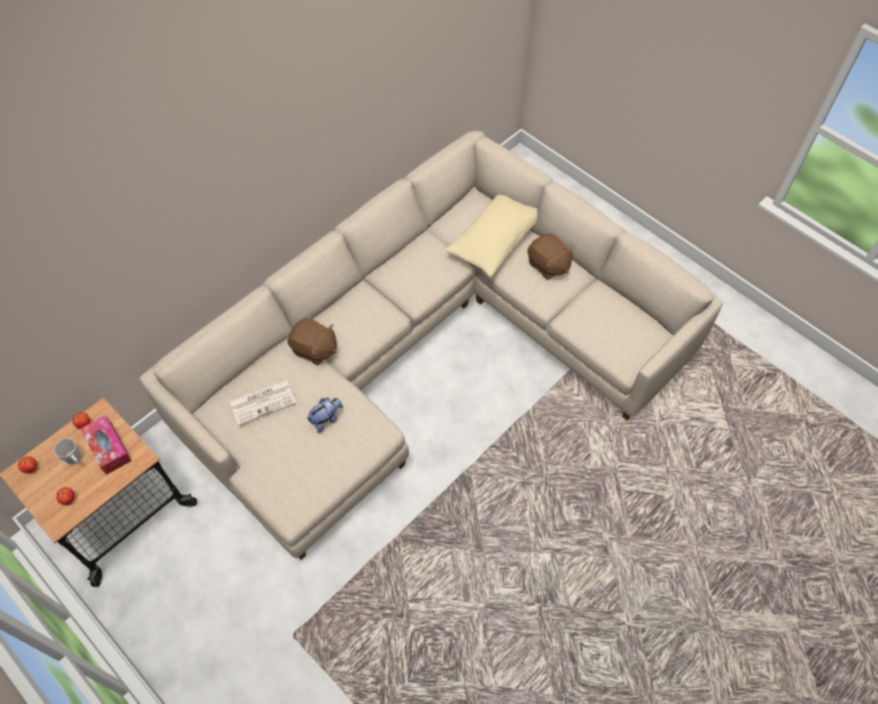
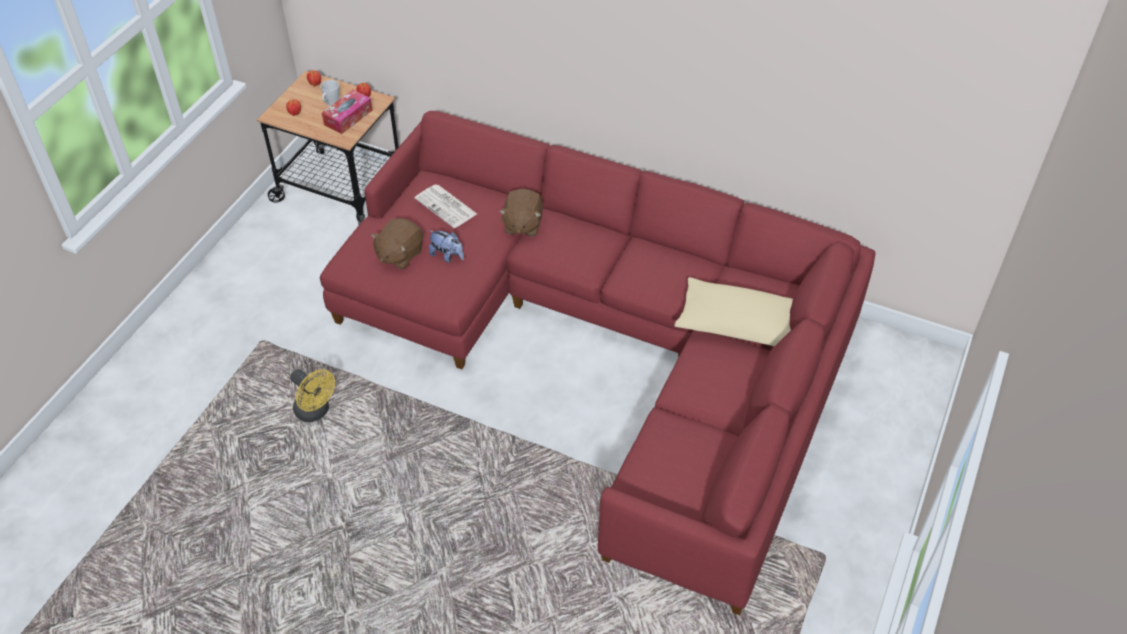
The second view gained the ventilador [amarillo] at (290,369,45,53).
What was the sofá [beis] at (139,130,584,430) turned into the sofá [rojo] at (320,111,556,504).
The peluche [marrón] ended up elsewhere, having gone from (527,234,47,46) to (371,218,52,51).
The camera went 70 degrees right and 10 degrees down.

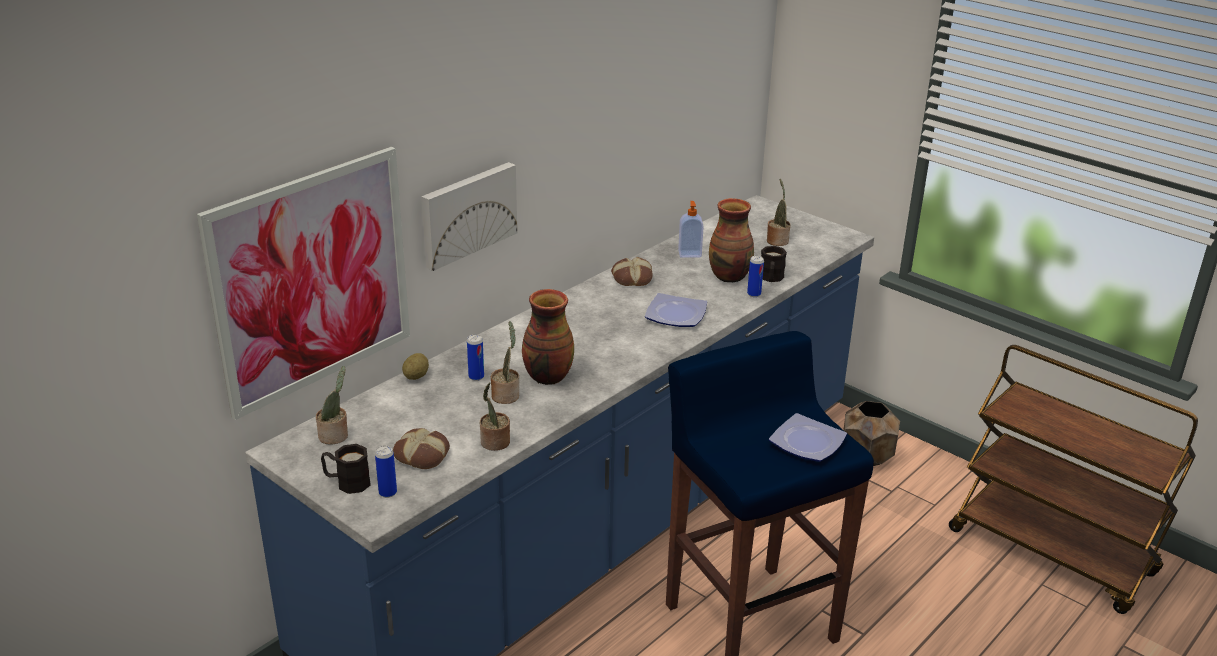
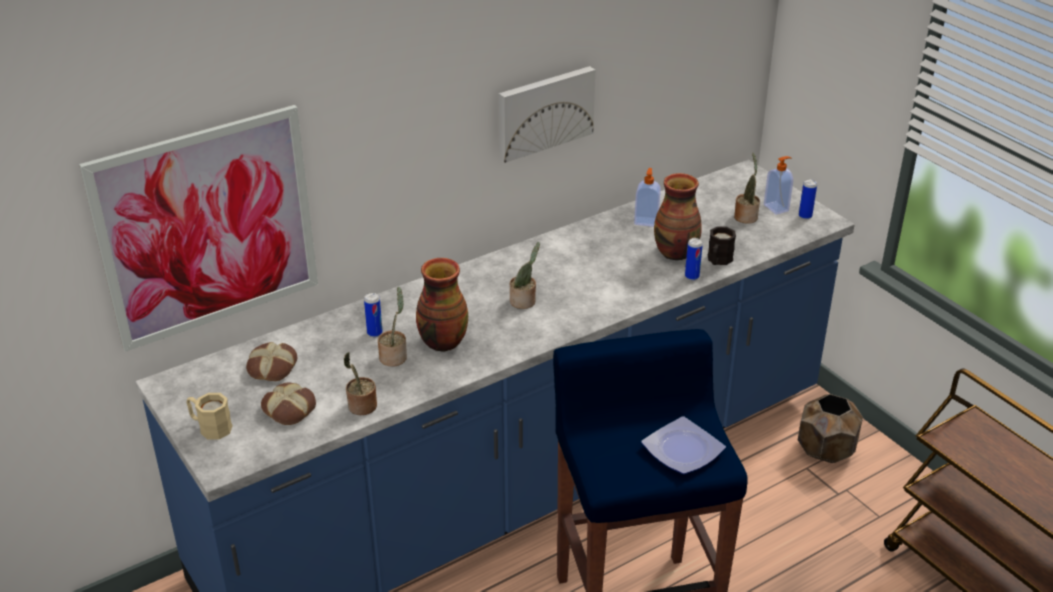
What was the taza grande [negro] at (321,444,50,50) turned into the taza grande [beis] at (186,393,47,47).
The pan ended up elsewhere, having gone from (611,257,42,29) to (246,342,51,39).
The cuadro ended up elsewhere, having gone from (421,162,96,109) to (499,66,96,97).
The planta en maceta ended up elsewhere, having gone from (316,366,32,78) to (510,242,30,67).
The second view gained the dispensador de jabón at (764,156,29,59).
The lata ended up elsewhere, having gone from (375,446,22,52) to (799,179,18,40).
The second view lost the patata at (402,353,27,27).
The second view lost the plato at (645,293,62,34).
The camera went 15 degrees right and 5 degrees up.

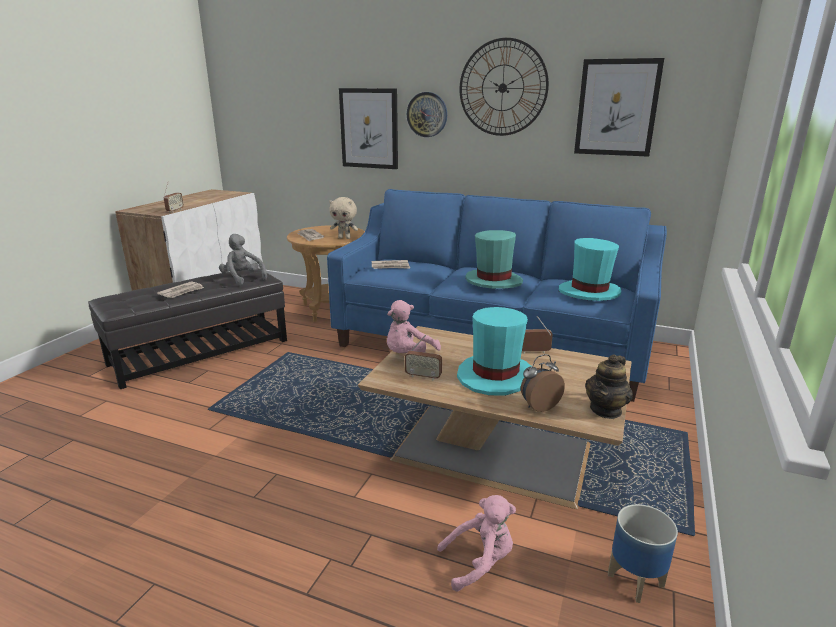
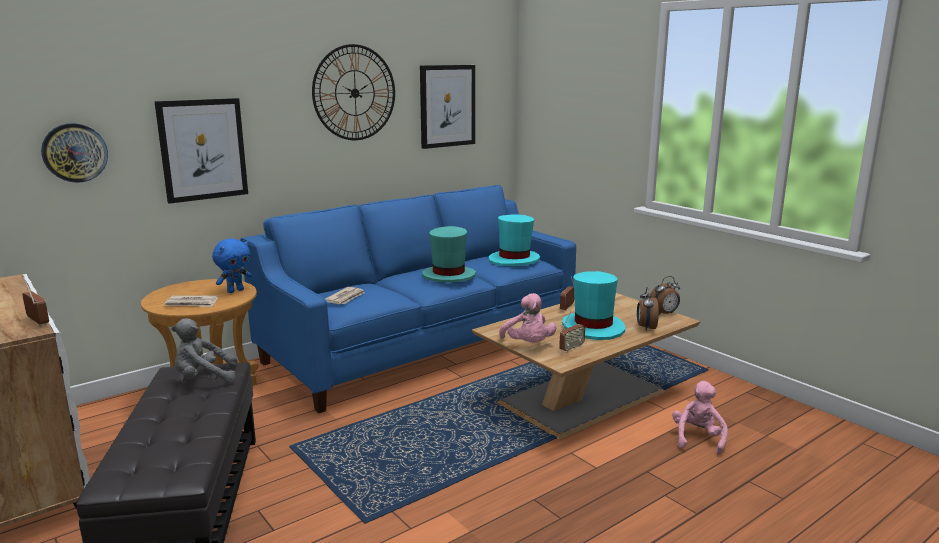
The reloj de pared ended up elsewhere, having gone from (407,92,40,45) to (41,123,67,60).
What was the peluche [beis] at (329,197,29,42) turned into the peluche [azul] at (212,239,40,54).
Where the tetera stood at (585,354,48,65), the despertador came to stand at (649,276,31,39).
The second view lost the periódico at (157,281,47,17).
The second view lost the maceta at (608,504,70,99).
The camera went 60 degrees left and 5 degrees down.

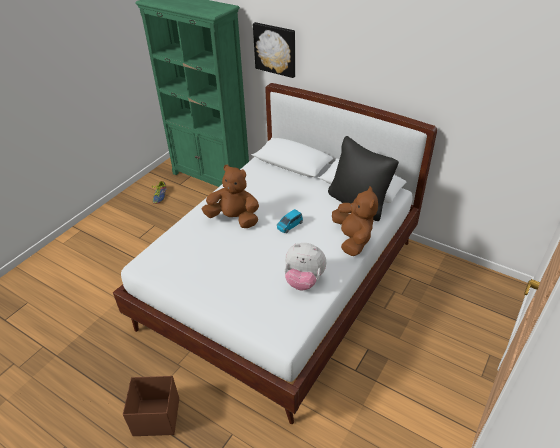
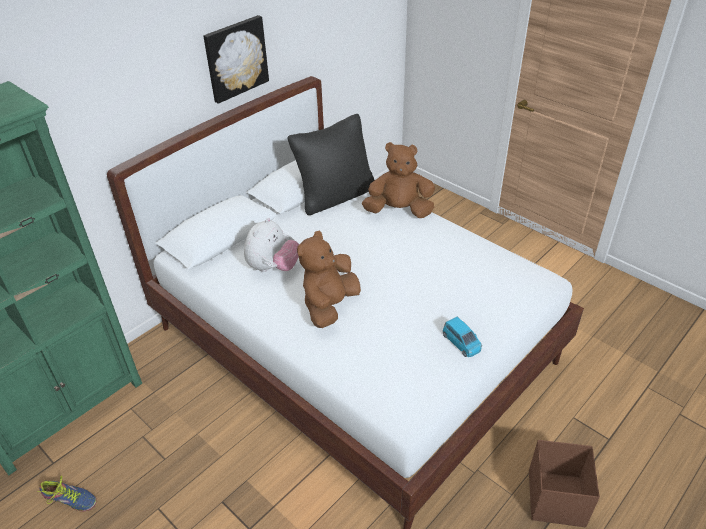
The cuadro ended up elsewhere, having gone from (253,22,42,56) to (203,15,66,89).
The peluche ended up elsewhere, having gone from (285,243,41,47) to (244,218,55,54).
The coche de juguete [azul] ended up elsewhere, having gone from (277,209,26,24) to (443,317,39,40).
The camera went 80 degrees left and 0 degrees up.

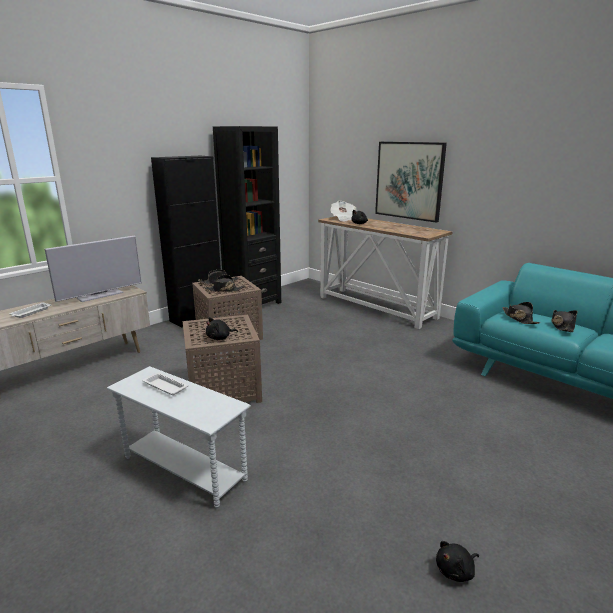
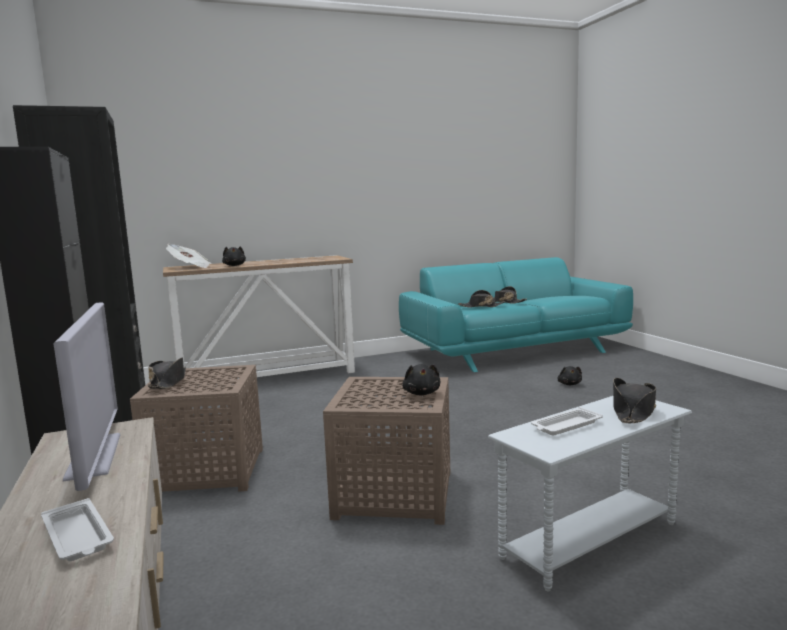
The peluche [negro] ended up elsewhere, having gone from (436,541,43,41) to (557,366,25,19).
The sombrero [negro] ended up elsewhere, having gone from (204,274,41,18) to (613,378,43,45).
The second view lost the cuadro at (375,142,72,81).
The camera went 65 degrees left and 10 degrees down.

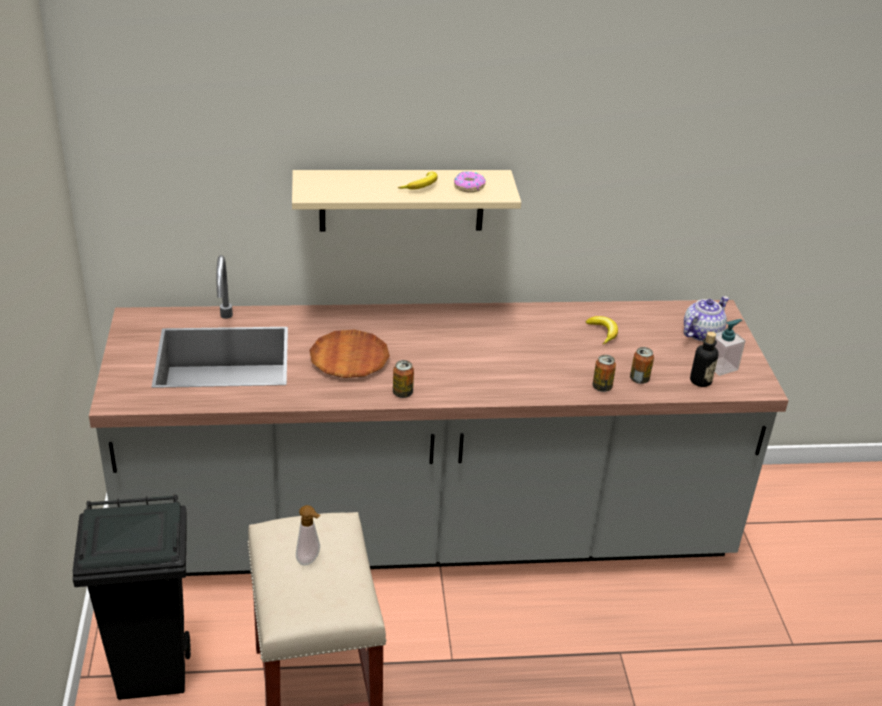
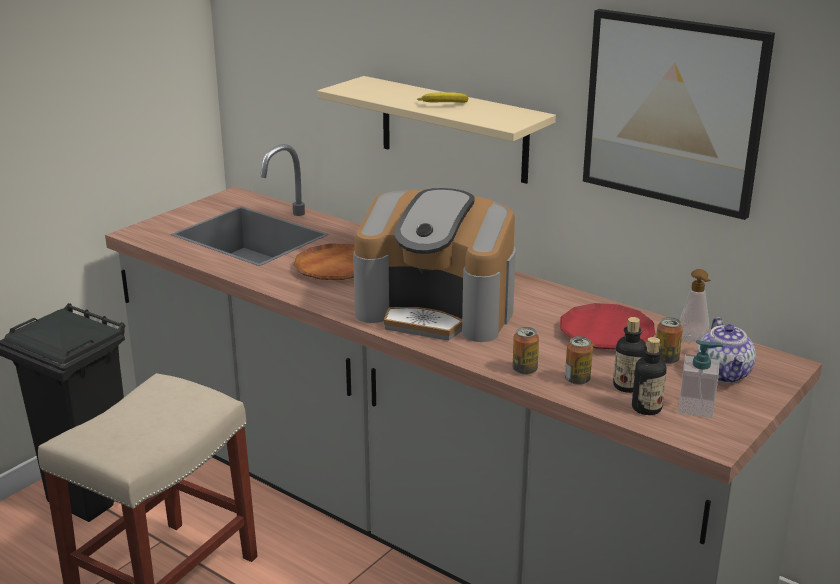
The second view gained the cafetera at (353,188,163,154).
Where the plátano stood at (586,316,32,29), the plato [rojo] came to stand at (560,303,95,47).
The second view gained the cuadro at (583,9,192,211).
The second view gained the botella at (613,317,33,76).
The lata ended up elsewhere, having gone from (393,360,21,38) to (656,317,27,47).
The dispensador de jabón ended up elsewhere, having gone from (296,505,25,61) to (680,269,31,73).
The tetera at (684,296,45,45) ended up facing another way, 90 degrees clockwise from before.
The second view lost the rosquilla at (454,171,32,22).
The camera went 45 degrees right and 10 degrees down.

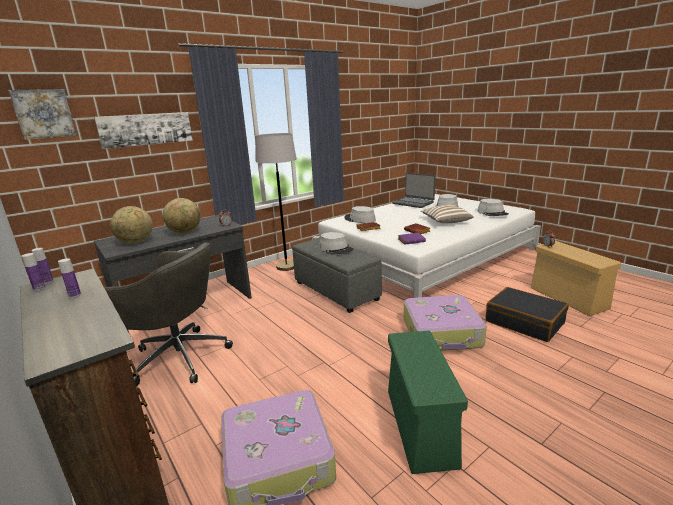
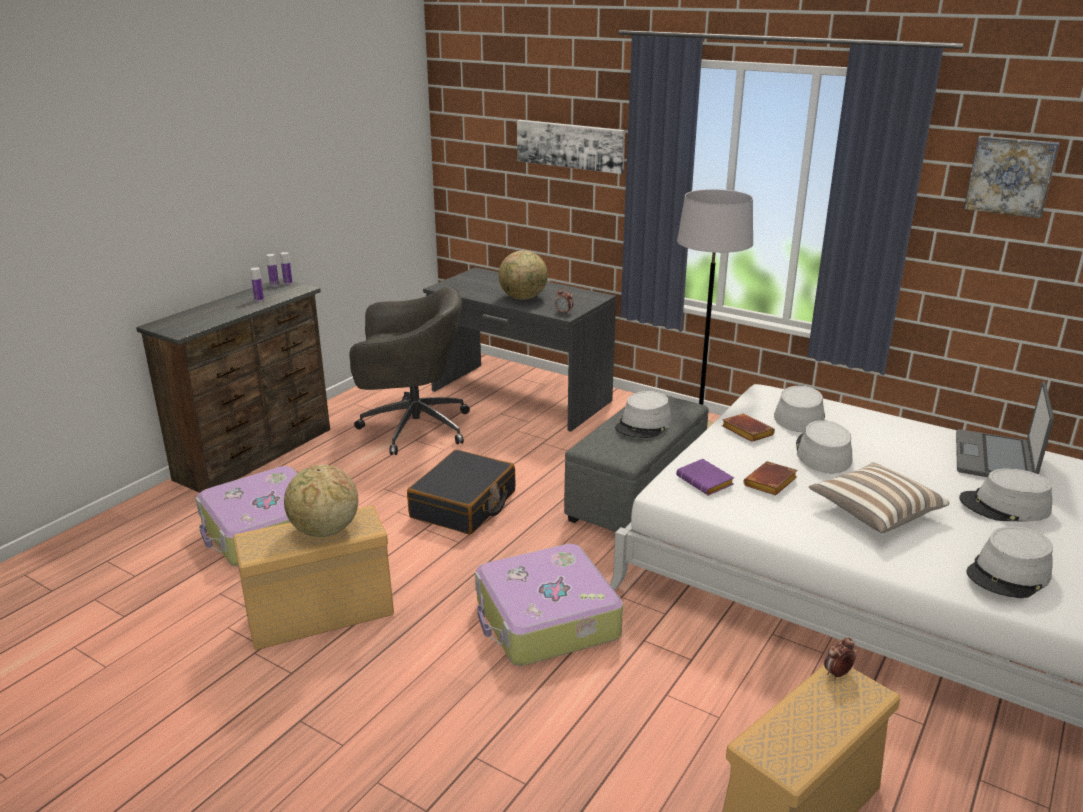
What was the caja de almacenaje [verde] at (388,331,80,143) turned into the caja de almacenaje [beis] at (233,505,161,145).
The globo terráqueo ended up elsewhere, having gone from (110,206,43,38) to (284,465,74,72).
The silla de oficina [gris] at (104,242,129,144) ended up facing another way, 90 degrees counterclockwise from before.
The maleta [negro] ended up elsewhere, having gone from (485,287,84,55) to (407,450,108,85).
The second view gained the sombrero [gris] at (796,420,56,53).
The cuadro ended up elsewhere, having gone from (8,89,69,51) to (964,136,96,82).
The camera went 70 degrees right and 5 degrees up.

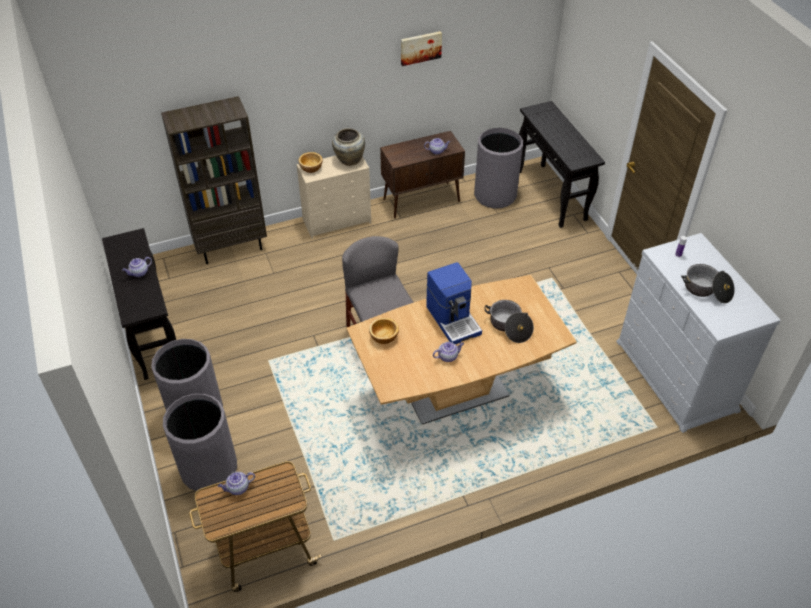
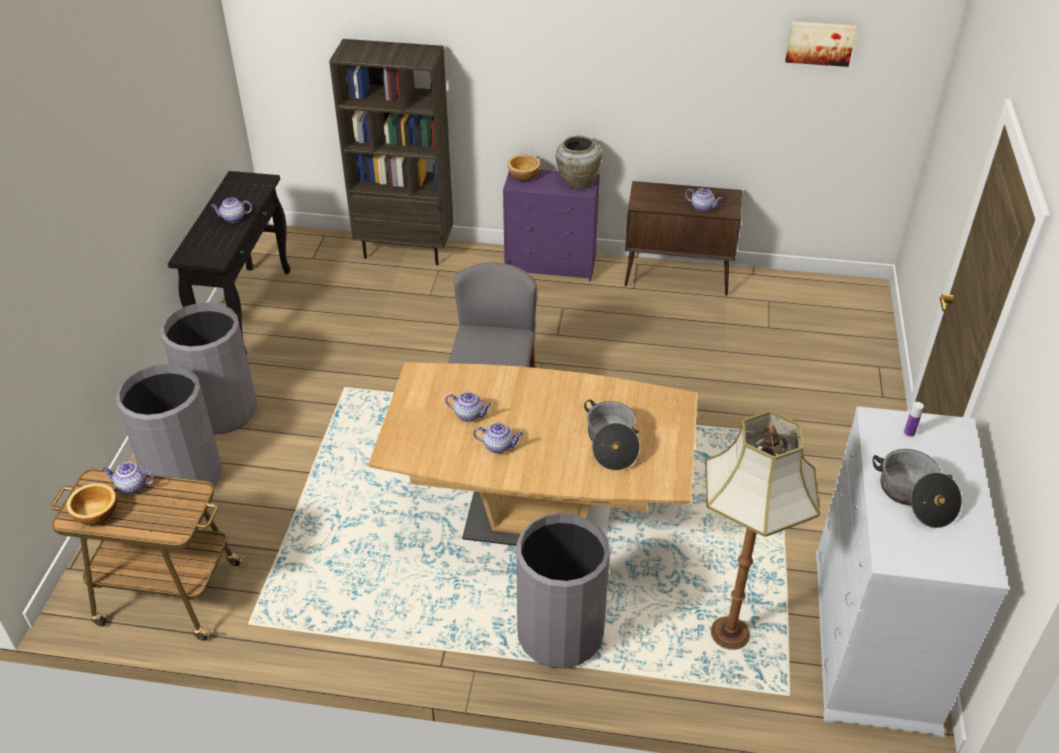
The cuenco ended up elsewhere, having gone from (369,318,30,26) to (66,483,51,43).
The second view gained the tetera at (445,392,47,30).
What was the cómoda [beis] at (297,156,74,83) turned into the cómoda [morado] at (503,169,97,112).
The papelera [gris] ended up elsewhere, having gone from (474,128,49,81) to (516,513,94,156).
The second view gained the lámpara de pie at (706,411,114,239).
The cuadro ended up elsewhere, having gone from (401,31,41,35) to (785,21,72,46).
The second view lost the cafetera at (426,262,56,82).
The second view lost the mesa consola [negro] at (519,101,86,127).
The camera went 30 degrees right and 5 degrees down.

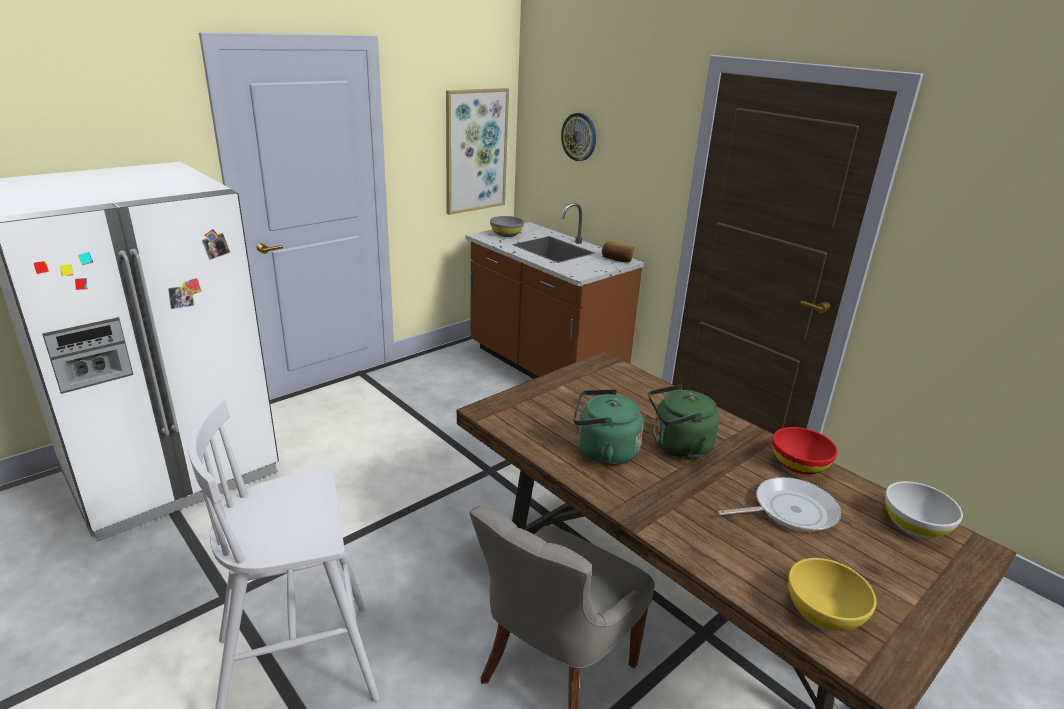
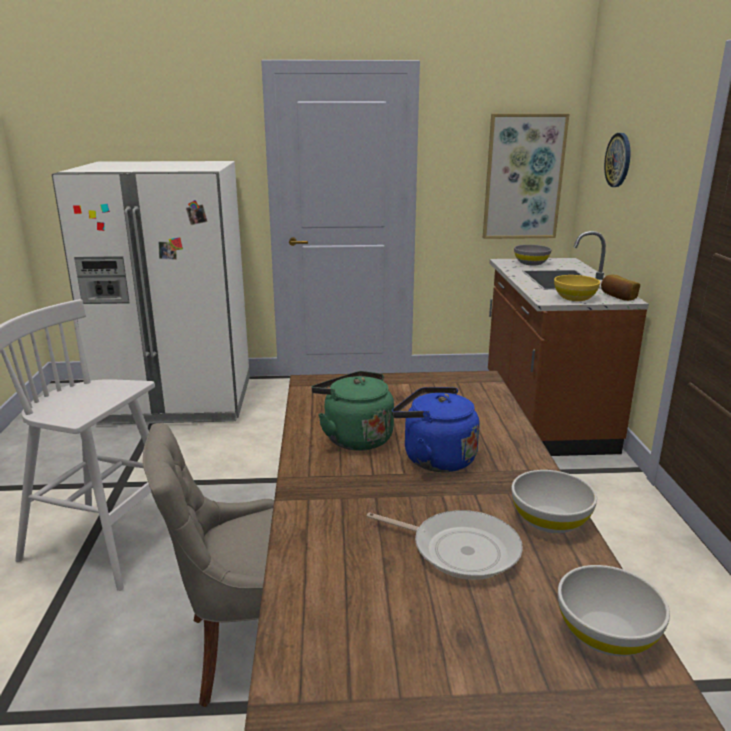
What was the hervidor [verde] at (648,384,72,75) turned into the hervidor [azul] at (392,387,88,85).
What was the cuenco [rojo] at (773,427,65,48) turned into the cuenco [blanco] at (512,470,85,63).
The cuenco [amarillo] ended up elsewhere, having gone from (788,558,89,73) to (554,275,46,26).
The camera went 40 degrees right and 5 degrees down.

